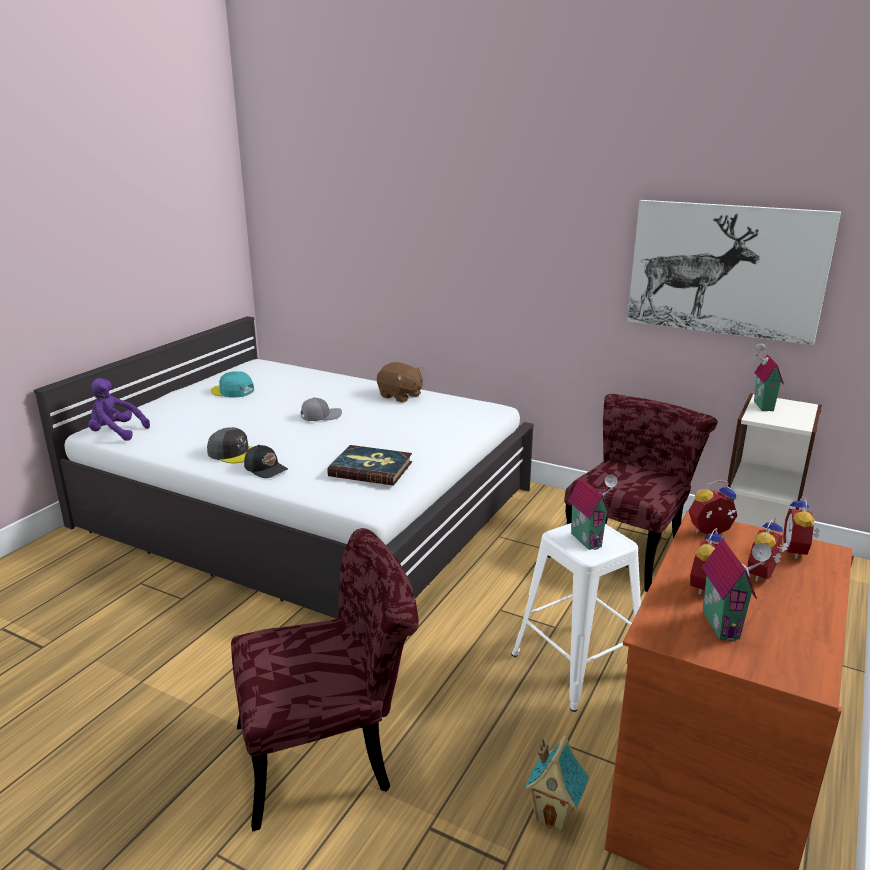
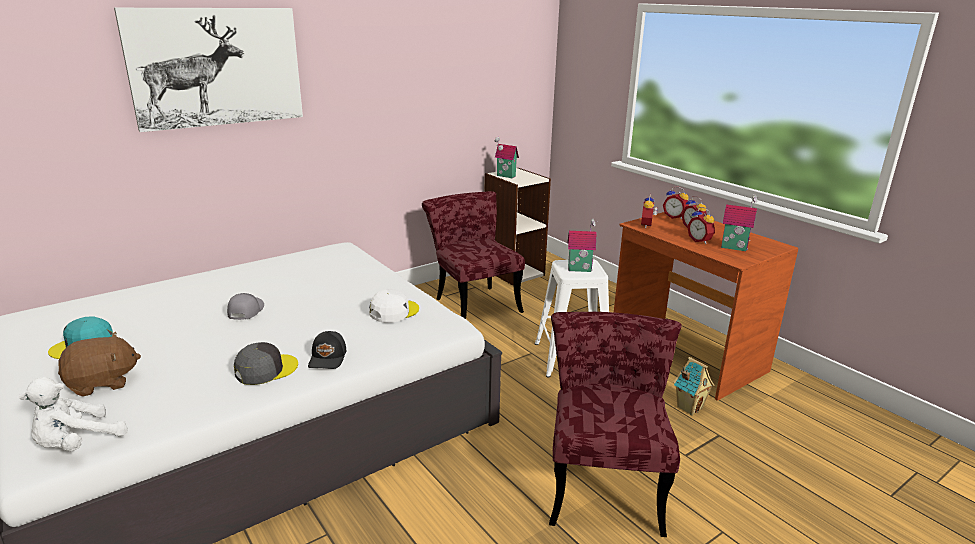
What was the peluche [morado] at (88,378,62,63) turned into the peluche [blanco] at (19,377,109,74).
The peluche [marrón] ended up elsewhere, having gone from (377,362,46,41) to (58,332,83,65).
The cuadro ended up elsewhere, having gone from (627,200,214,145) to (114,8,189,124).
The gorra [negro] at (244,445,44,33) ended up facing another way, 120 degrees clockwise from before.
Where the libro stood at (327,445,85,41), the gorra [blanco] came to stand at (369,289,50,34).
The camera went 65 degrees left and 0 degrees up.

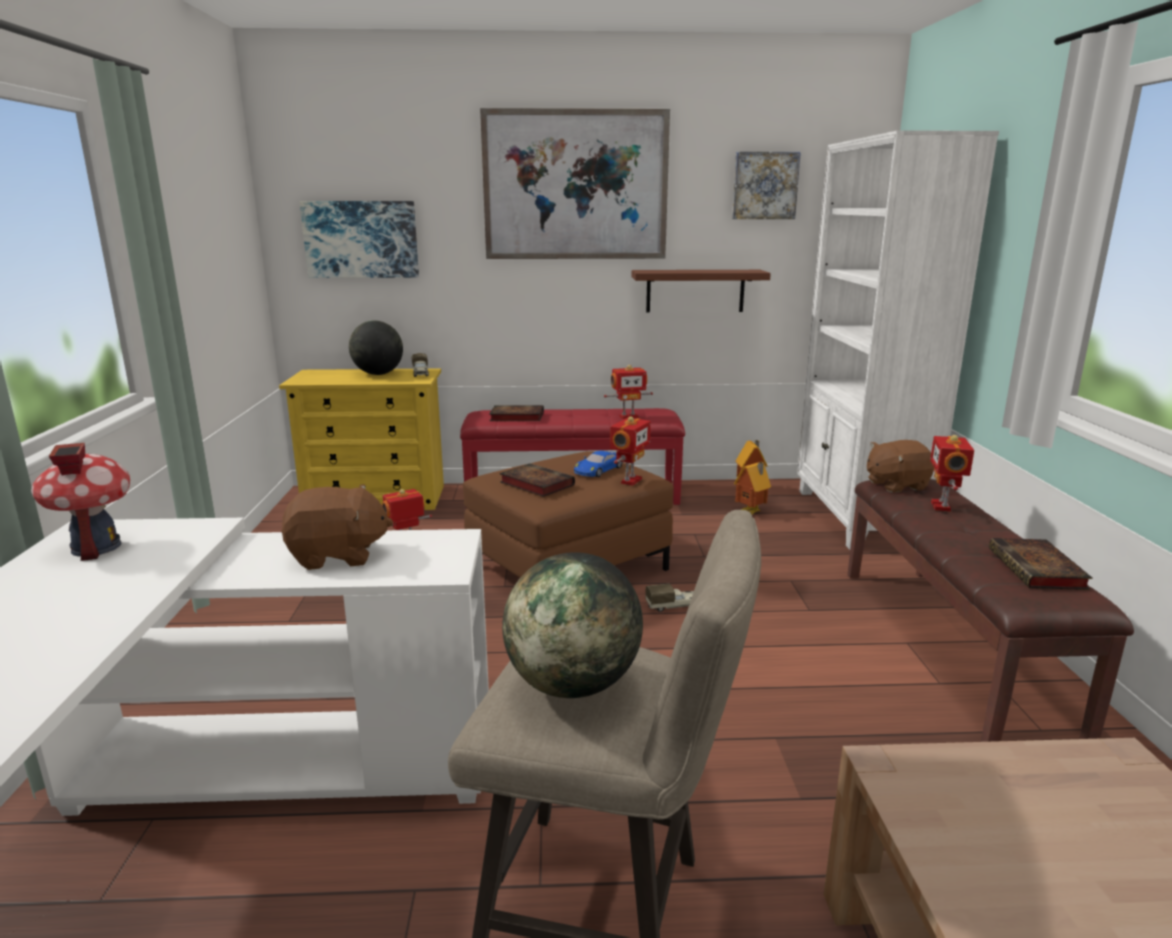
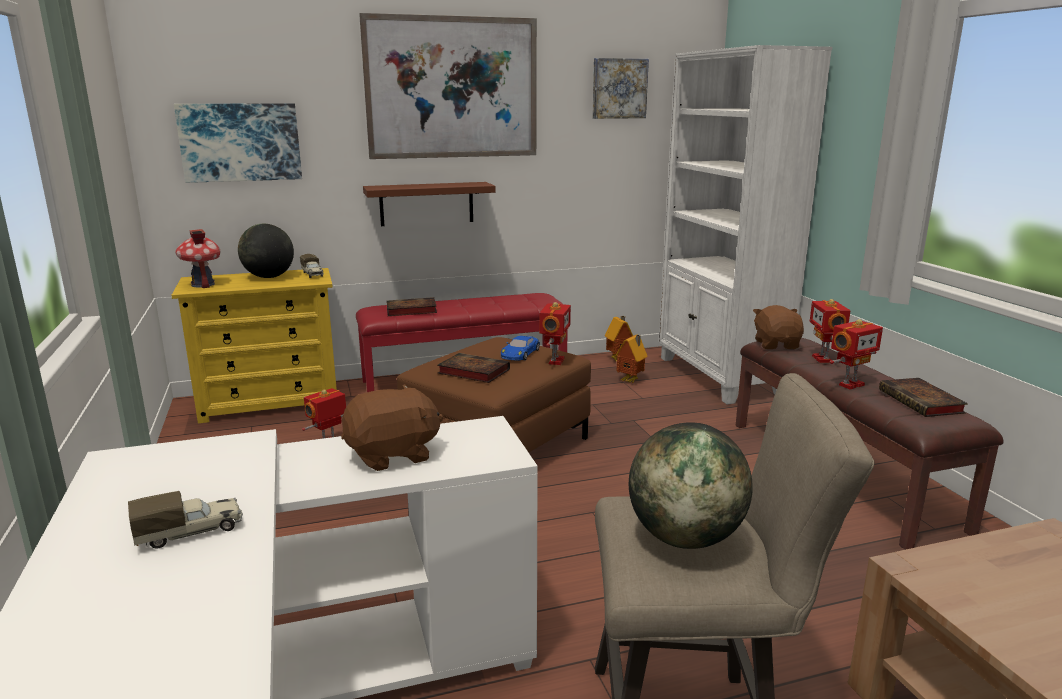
The camión de juguete ended up elsewhere, having gone from (645,584,49,28) to (128,491,115,58).
The casita ended up elsewhere, having gone from (31,443,99,118) to (175,229,46,59).
The estante [marrón] ended up elsewhere, having gone from (632,270,139,43) to (363,182,132,44).
The peluche [marrón] at (867,440,67,53) ended up facing another way, 120 degrees clockwise from before.
The robot de juguete ended up elsewhere, having gone from (604,365,49,54) to (830,319,53,70).
The camera went 15 degrees left and 0 degrees up.

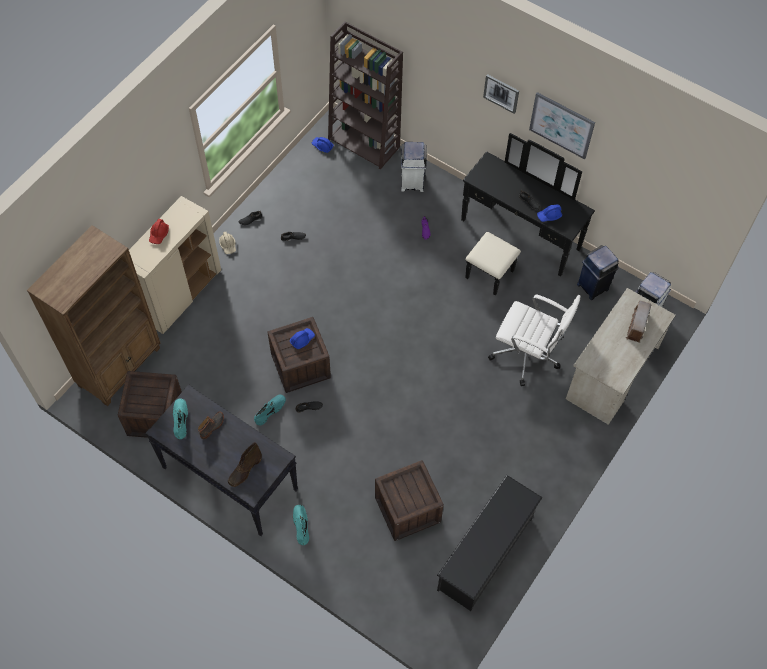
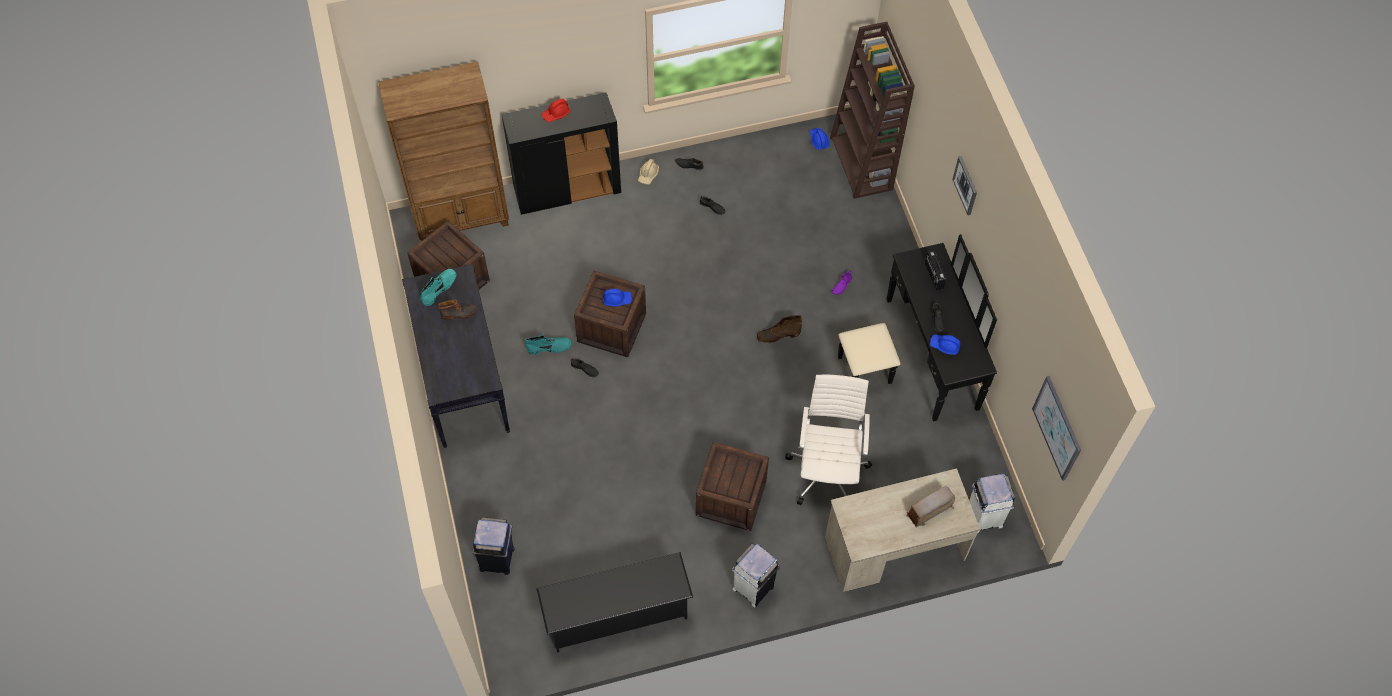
The papelera [azul] ended up elsewhere, having gone from (577,245,42,55) to (473,517,42,58).
What was the armario [beis] at (129,196,92,138) turned into the armario [negro] at (502,93,119,122).
The caja de embalaje ended up elsewhere, having gone from (375,460,69,81) to (696,442,73,89).
The papelera [blanco] ended up elsewhere, having gone from (401,142,26,50) to (732,543,48,65).
The bota [marrón] ended up elsewhere, having gone from (228,442,34,45) to (757,315,45,28).
The silla de oficina [blanco] at (488,294,93,92) ended up facing another way, 150 degrees counterclockwise from before.
The second view gained the radio at (925,250,21,41).
The cuadro ended up elsewhere, having gone from (529,92,66,67) to (1032,376,49,105).
The second view lost the bota [turquesa] at (293,505,16,40).
The camera went 40 degrees right and 0 degrees up.

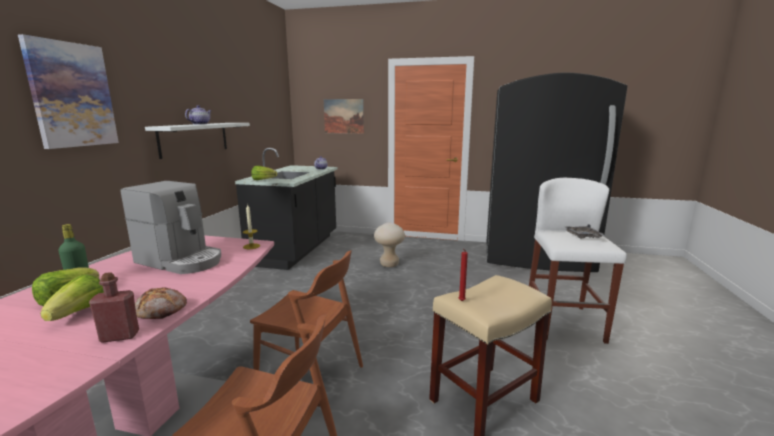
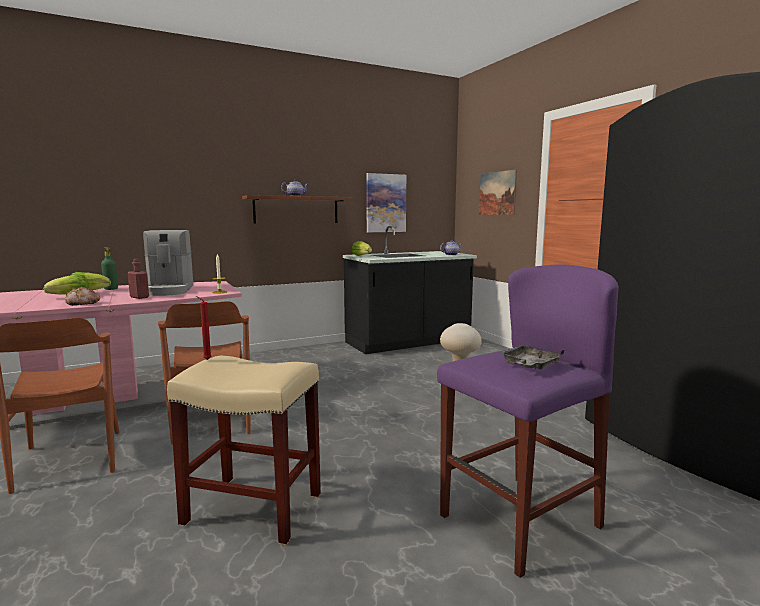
The botella [rojo] ended up elsewhere, having gone from (89,272,50,71) to (128,259,21,40).
What was the estante [blanco] at (145,123,105,36) turned into the estante [marrón] at (242,195,112,28).
The cuadro ended up elsewhere, having gone from (18,34,101,115) to (366,173,40,59).
What was the taburete [blanco] at (529,178,98,166) turned into the taburete [morado] at (437,265,181,313).
The camera went 50 degrees right and 5 degrees down.

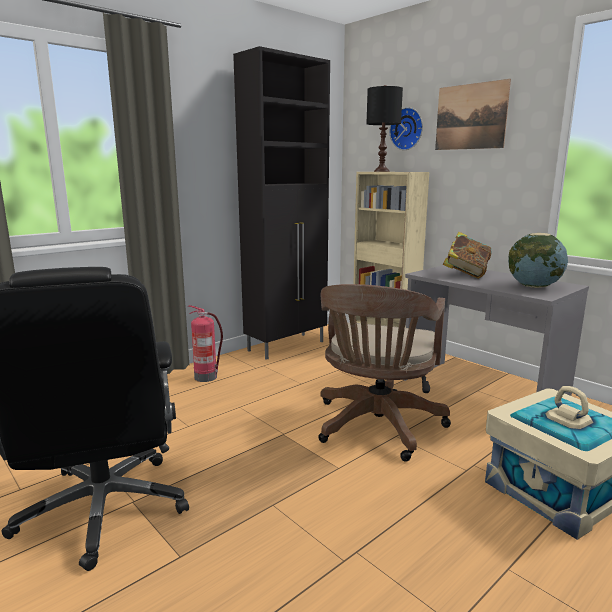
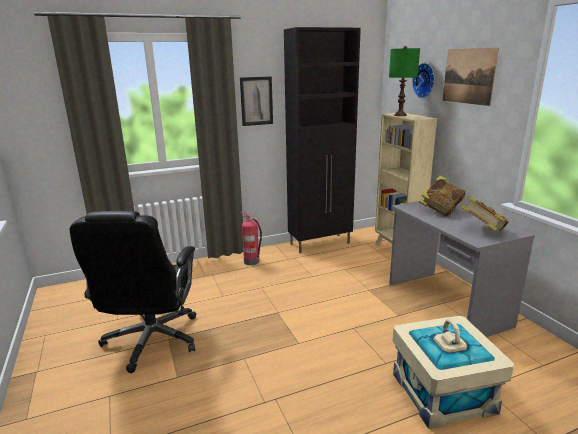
The second view gained the cuadro at (240,76,33,50).
What was the lámpara de mesa [negro] at (367,85,36,87) turned into the lámpara de mesa [verde] at (389,46,31,70).
Where the globo terráqueo stood at (508,233,60,55), the libro came to stand at (461,196,48,35).
The second view lost the silla de oficina [marrón] at (318,284,133,178).
The camera went 20 degrees right and 5 degrees up.

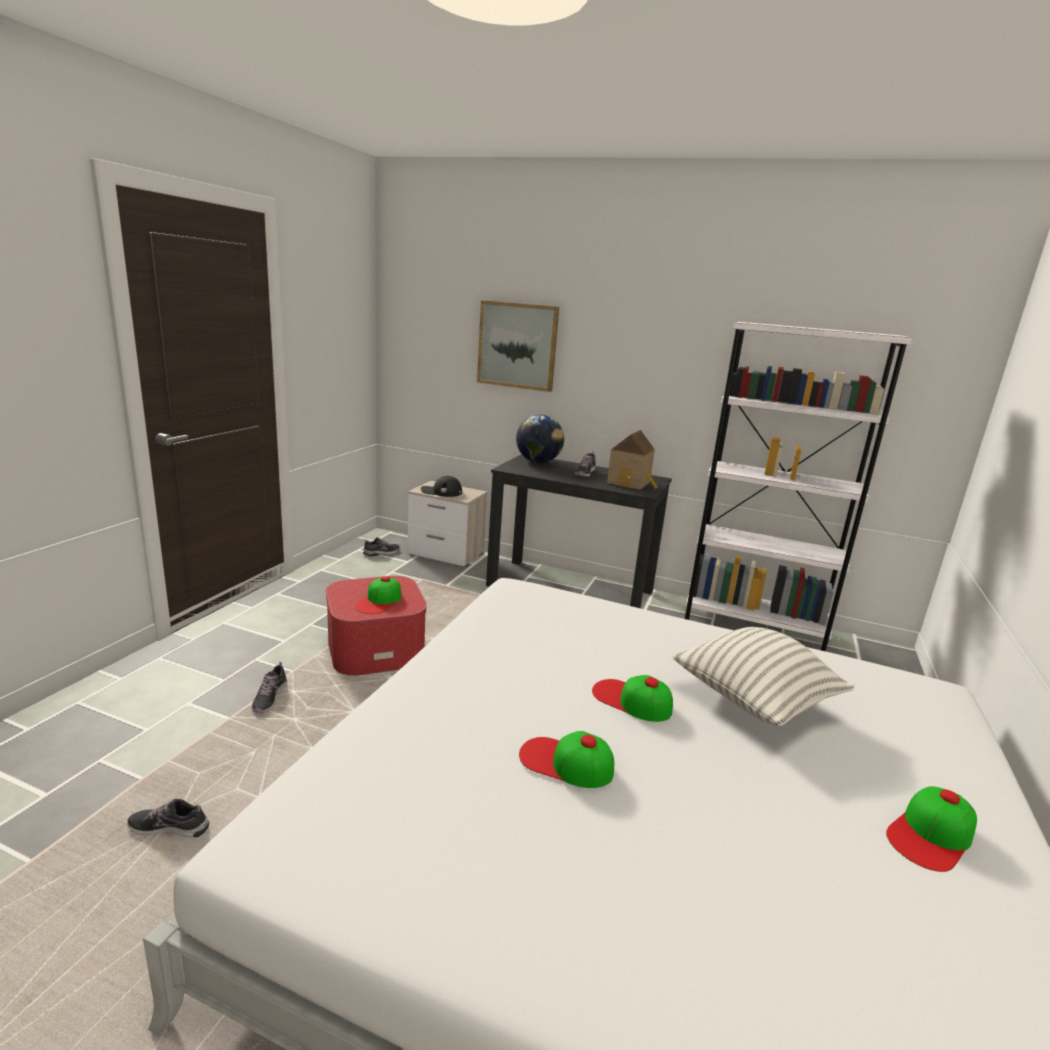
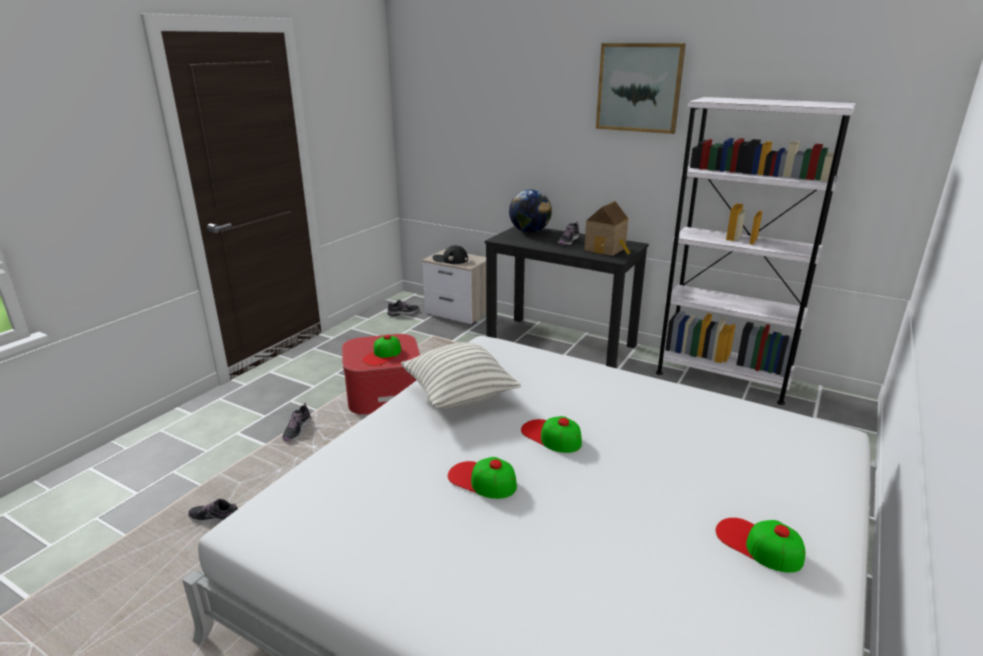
The cojín ended up elsewhere, having gone from (672,627,182,99) to (401,343,120,65).
The cuadro ended up elsewhere, having gone from (477,300,82,92) to (596,43,90,91).
The gorra at (886,786,91,86) ended up facing another way, 75 degrees clockwise from before.
The camera went 10 degrees right and 5 degrees up.

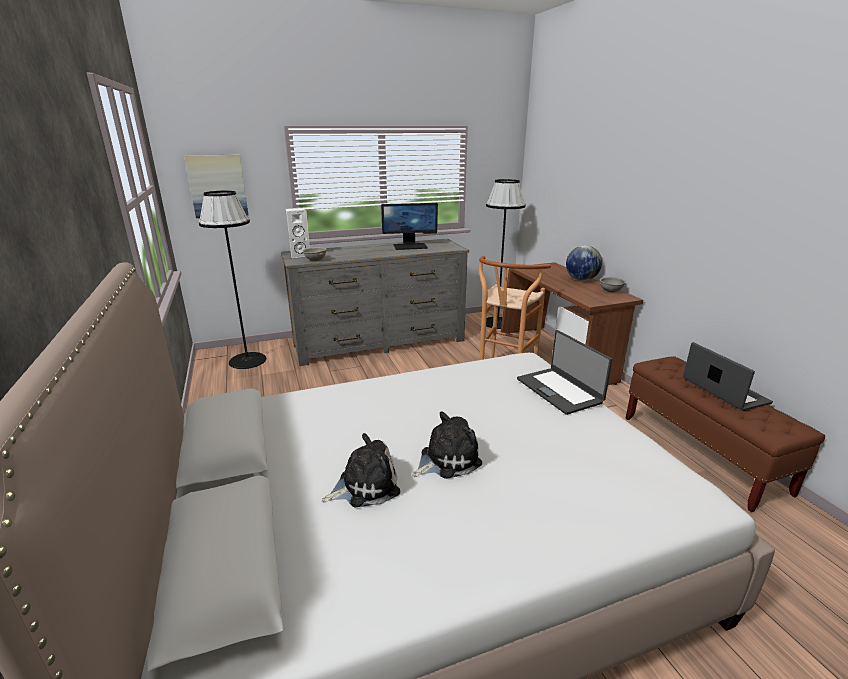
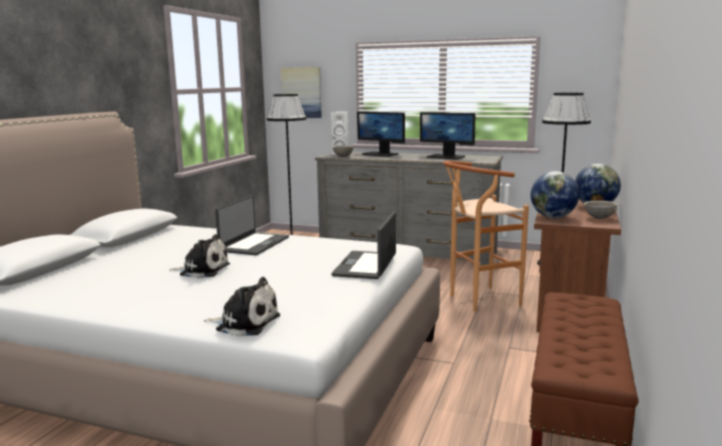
The peluche ended up elsewhere, having gone from (322,433,78,74) to (204,277,76,59).
The portátil ended up elsewhere, having gone from (683,342,90,69) to (215,196,74,59).
The second view gained the monitor at (357,111,48,46).
The second view gained the globo terráqueo at (531,171,48,47).
The camera went 40 degrees right and 10 degrees down.

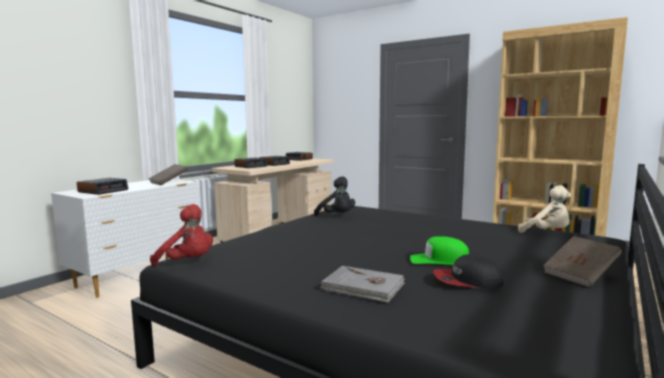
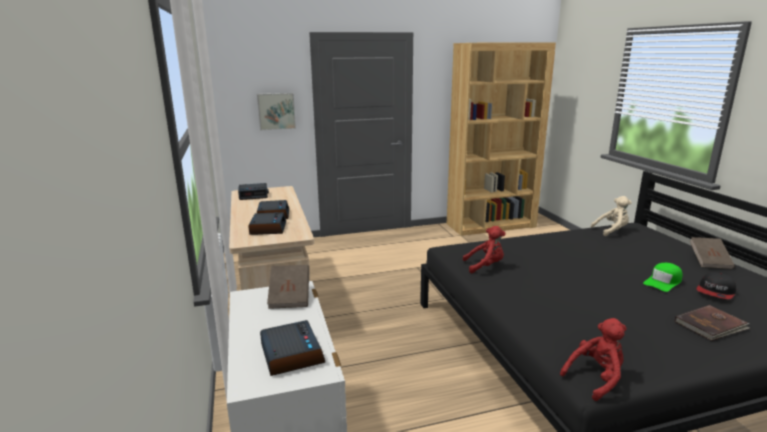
The second view gained the cuadro at (257,93,39,37).
What was the peluche [negro] at (314,176,41,40) turned into the peluche [rojo] at (463,226,43,47).
What was the libro [gris] at (320,266,85,37) turned into the libro [marrón] at (675,305,75,36).
The camera went 50 degrees left and 10 degrees up.

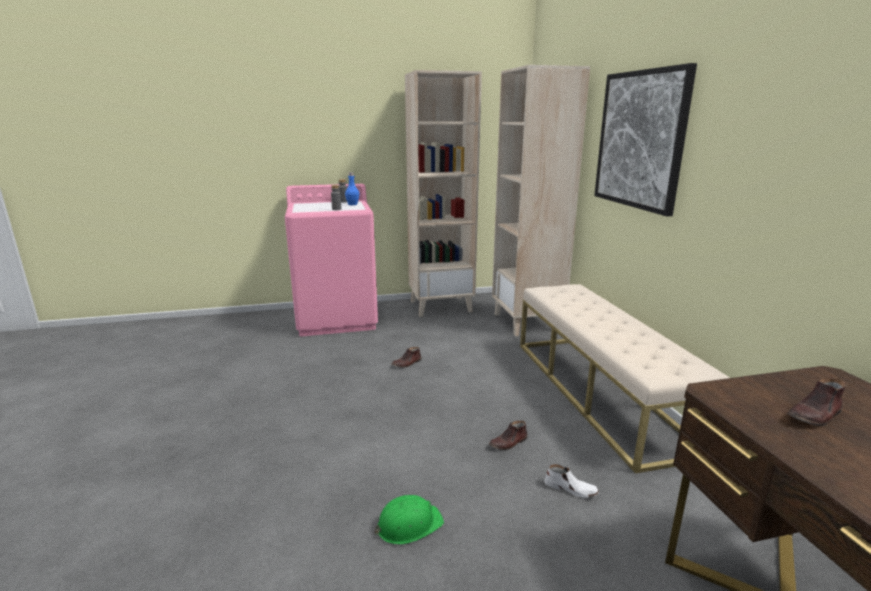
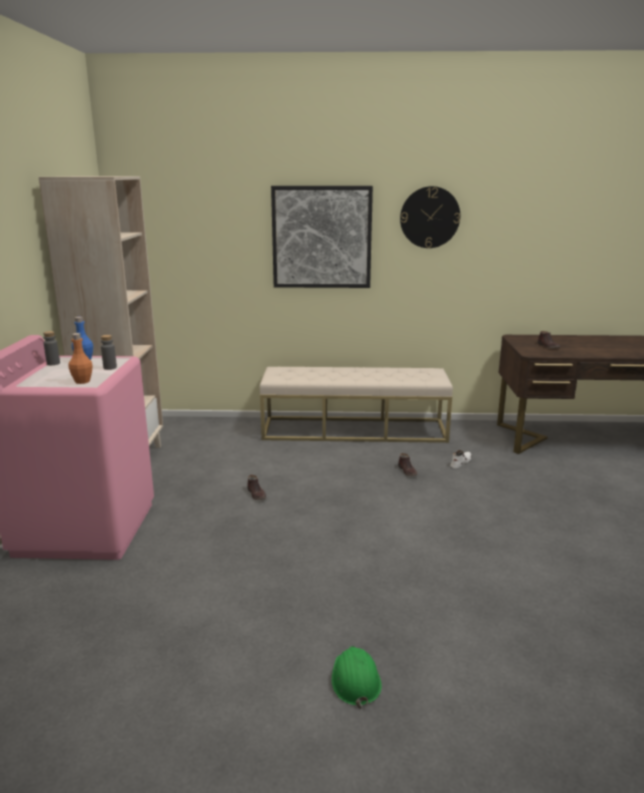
The second view gained the botella [naranja] at (68,333,24,51).
The casco [verde] ended up elsewhere, having gone from (374,495,70,50) to (332,646,50,63).
The second view gained the reloj de pared at (400,186,60,62).
The second view lost the estantería [beis] at (492,65,98,271).
The camera went 75 degrees left and 0 degrees up.

